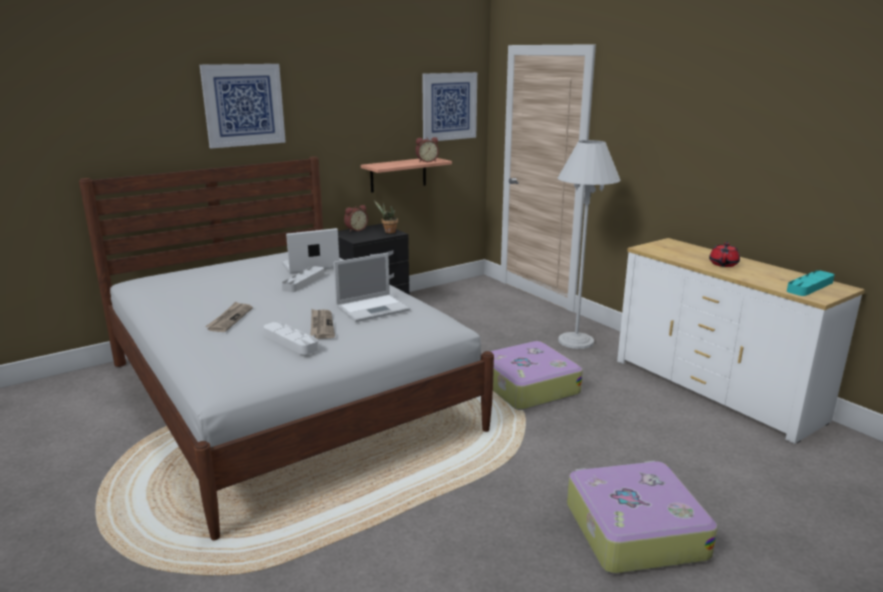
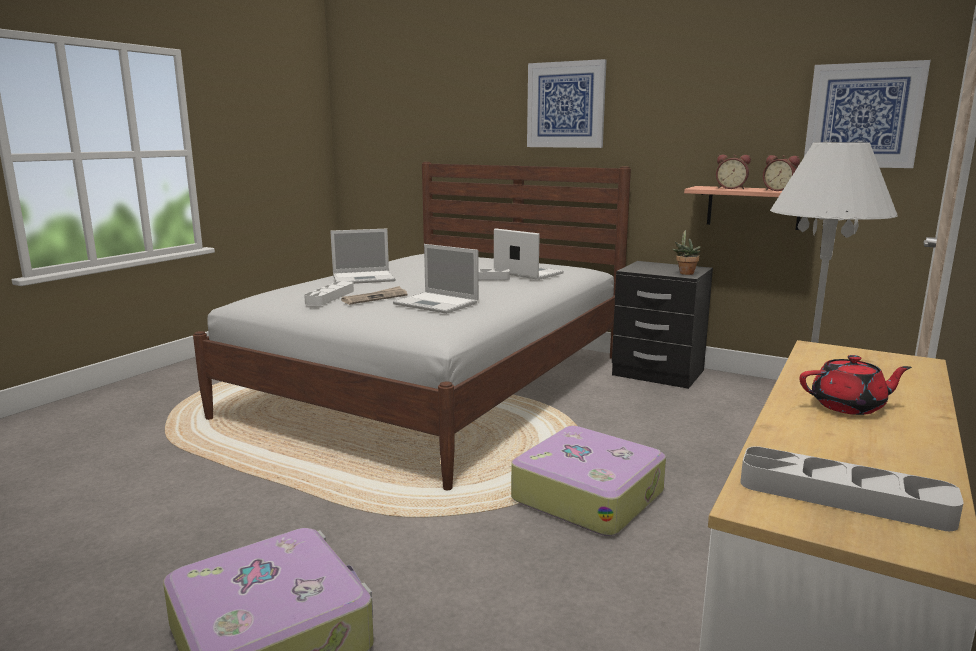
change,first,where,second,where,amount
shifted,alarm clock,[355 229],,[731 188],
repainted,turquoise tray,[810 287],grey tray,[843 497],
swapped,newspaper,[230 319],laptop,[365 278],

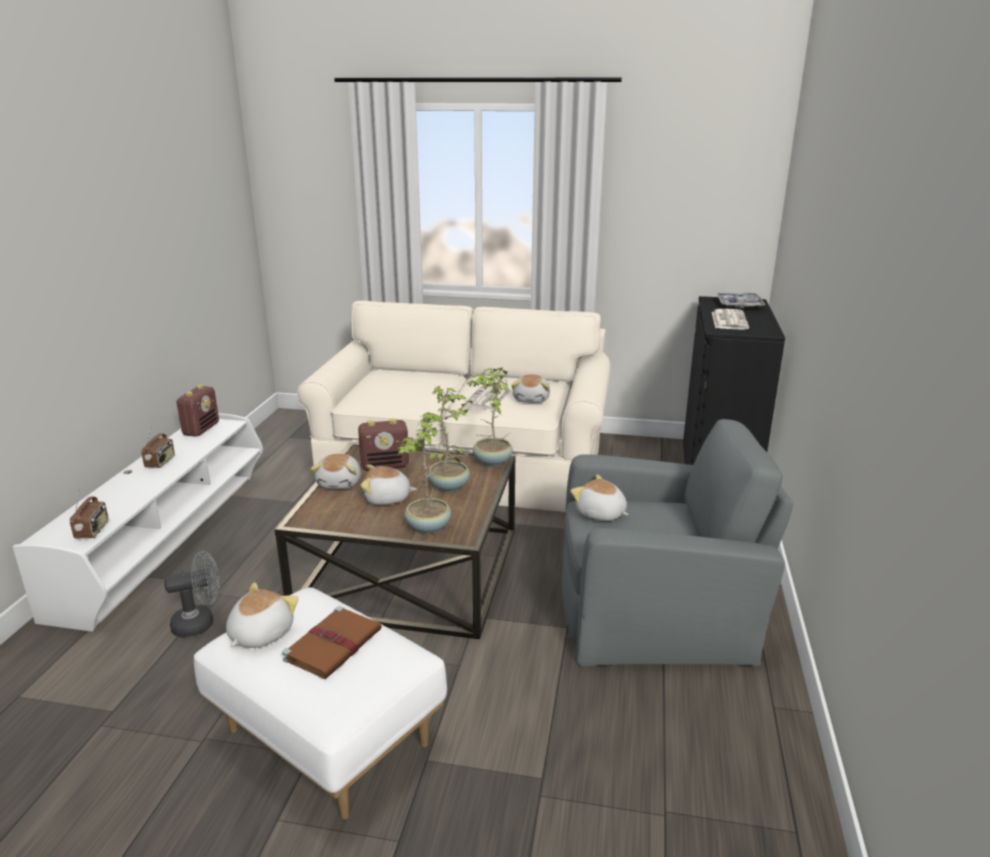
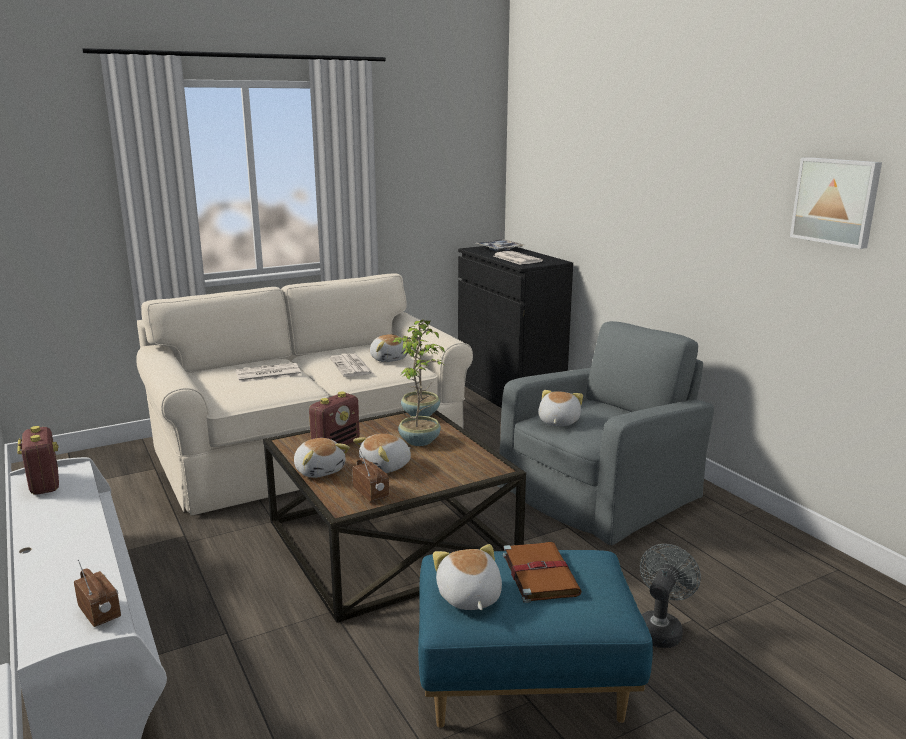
change,first,where,second,where,amount
gone,potted plant,[428 527],,,
shifted,radio,[160 462],,[371 493],
rotated,plush toy,[600 514],,[557 422],105 degrees clockwise
shifted,grey fan,[200 623],,[660 629],
repainted,white ottoman,[325 739],blue ottoman,[523 684],
new,,,picture,[836 201],
new,,,newspaper,[267 374],

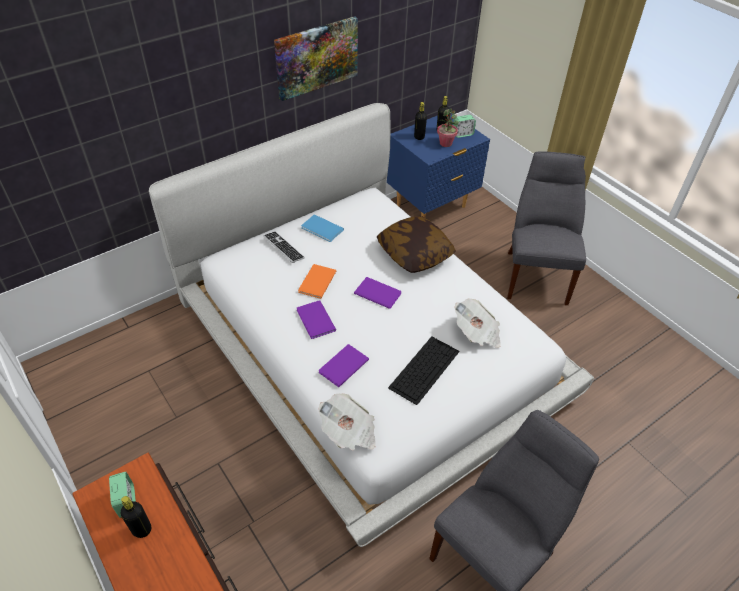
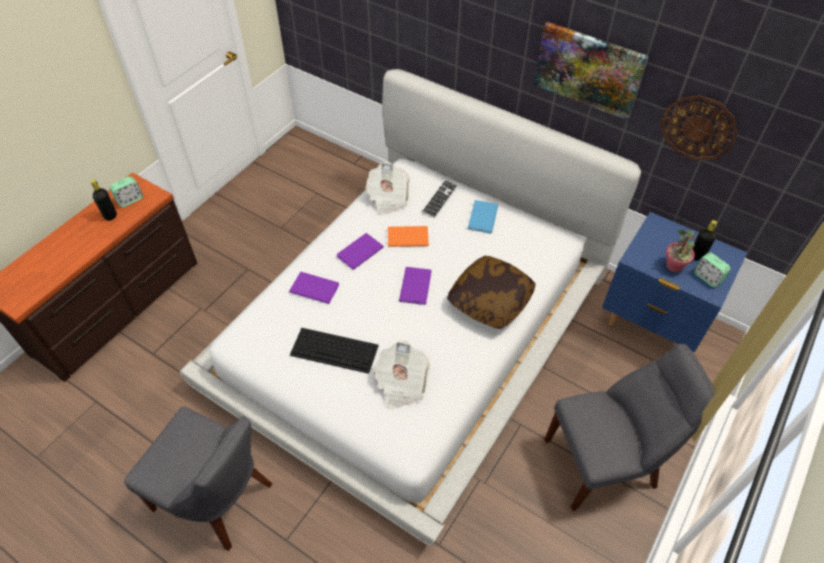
change,first,where,second,where,amount
gone,black bottle,[419 137],,,
shifted,newspaper,[349 432],,[388 198],
new,,,wall clock,[698 128],

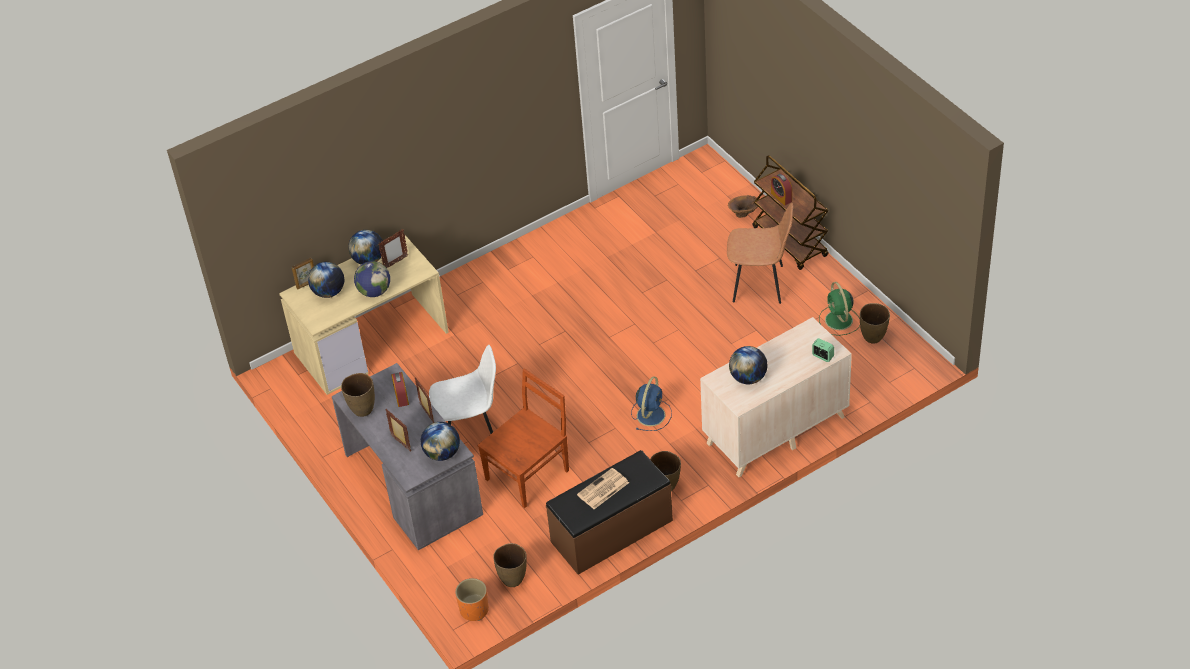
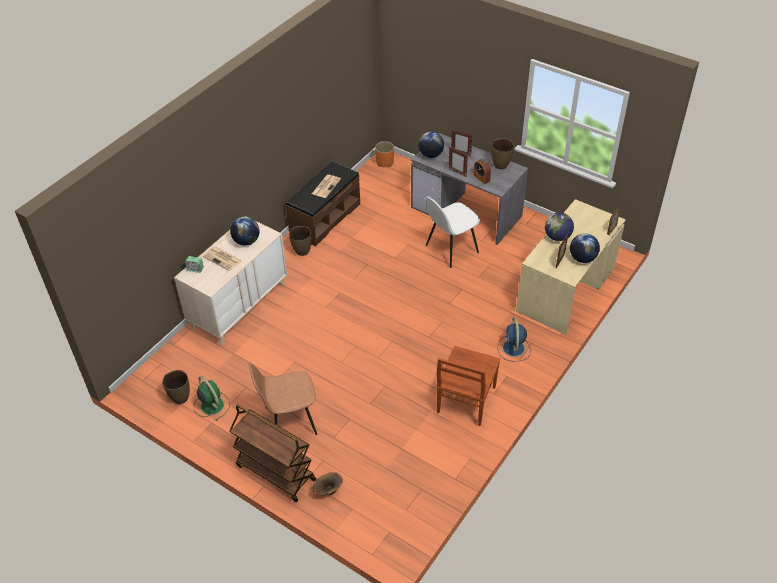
change,first,where,second,where,amount
gone,alarm clock,[781 197],,,
gone,globe,[329 292],,,
shifted,brown chair,[529 474],,[465 401],
shifted,blue fan,[651 414],,[513 349],
gone,brown vase,[513 579],,,
new,,,newspaper,[223 259],

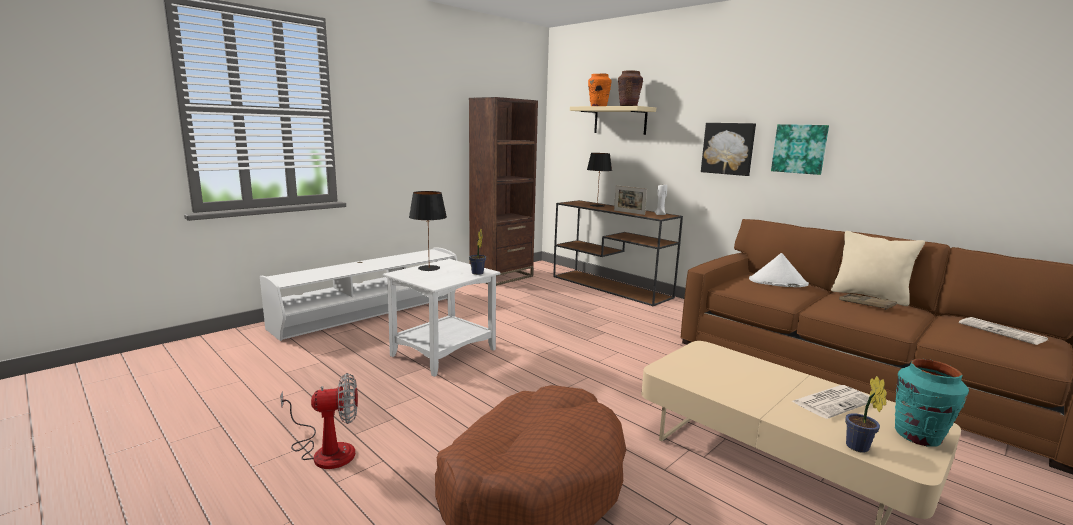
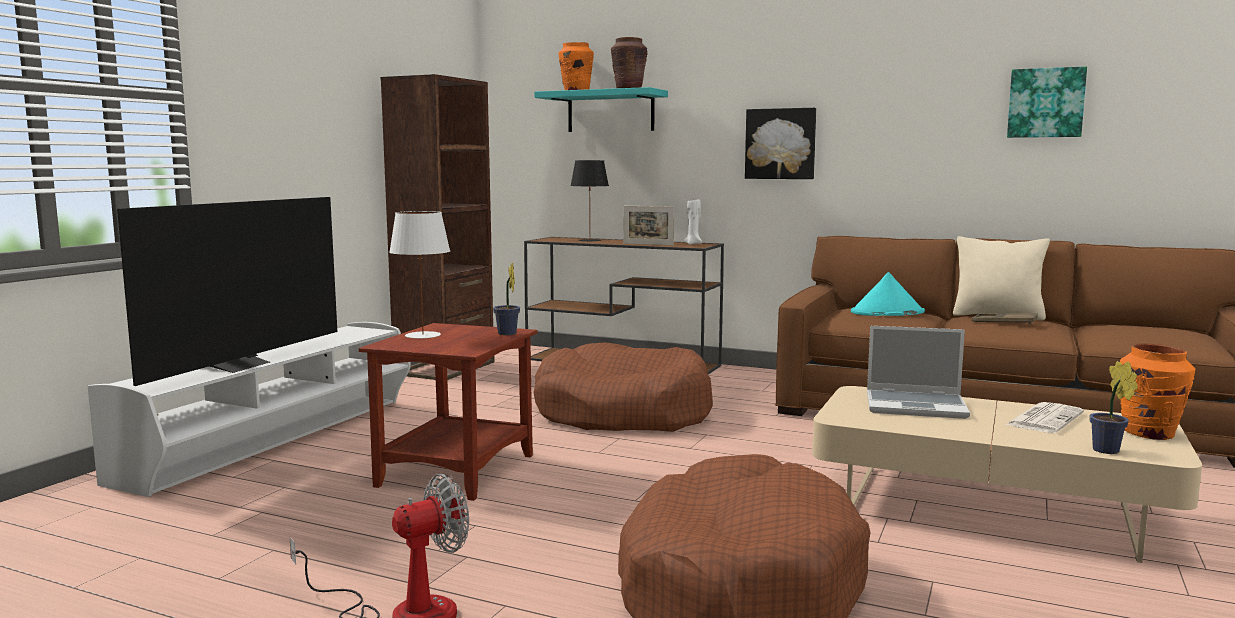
change,first,where,second,where,amount
repainted,beige shelf,[620 120],turquoise shelf,[610 112],
shifted,picture,[799 149],,[1046 103],
repainted,black table lamp,[429 268],white table lamp,[423 335],
repainted,white hat,[777 282],turquoise hat,[887 312],
repainted,white side table,[443 352],brown side table,[454 470],
gone,newspaper,[1003 332],,,
repainted,turquoise vase,[918 436],orange vase,[1149 433],
new,,,television,[239 365],
new,,,laptop,[917 406],
new,,,brown dog bed,[622 413],

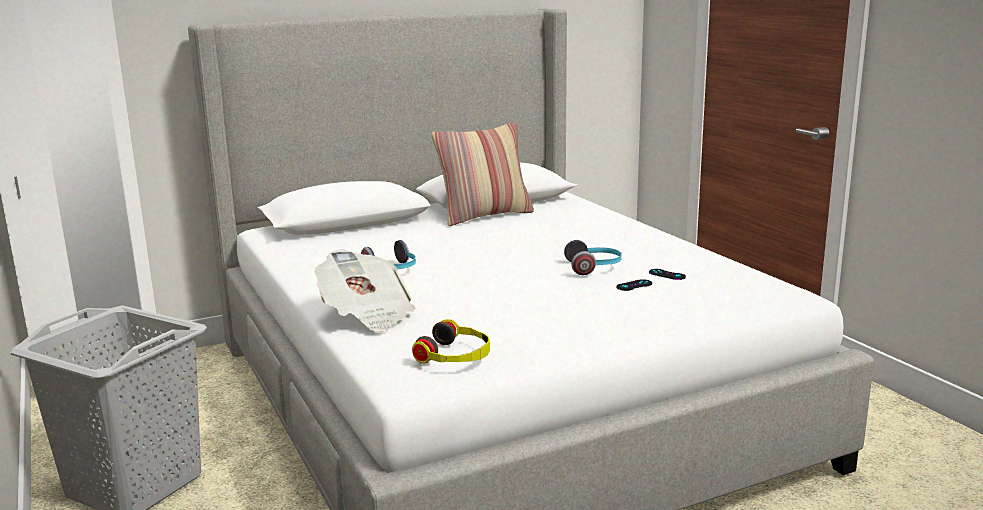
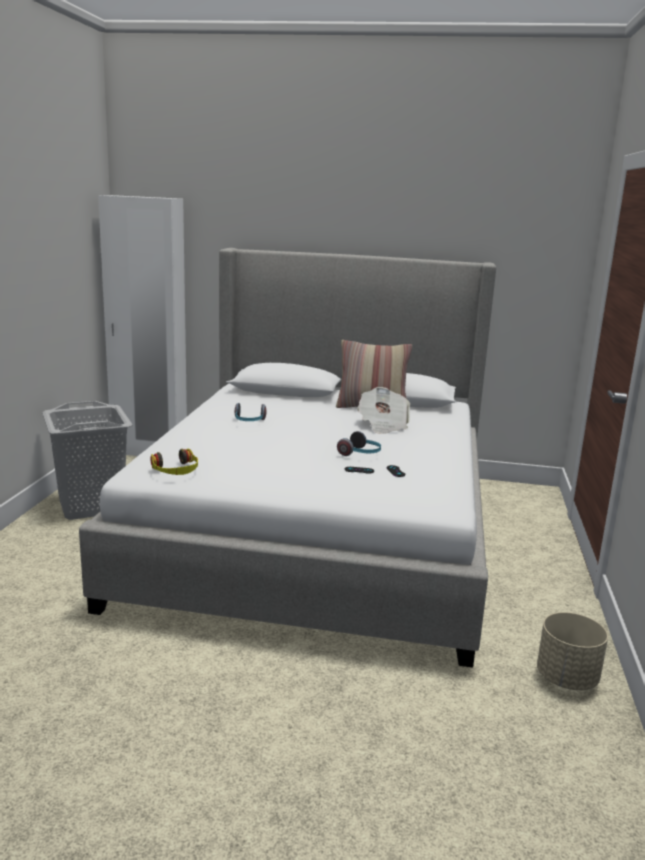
change,first,where,second,where,amount
shifted,newspaper,[366 315],,[383 425],
new,,,beige planter,[567 679],

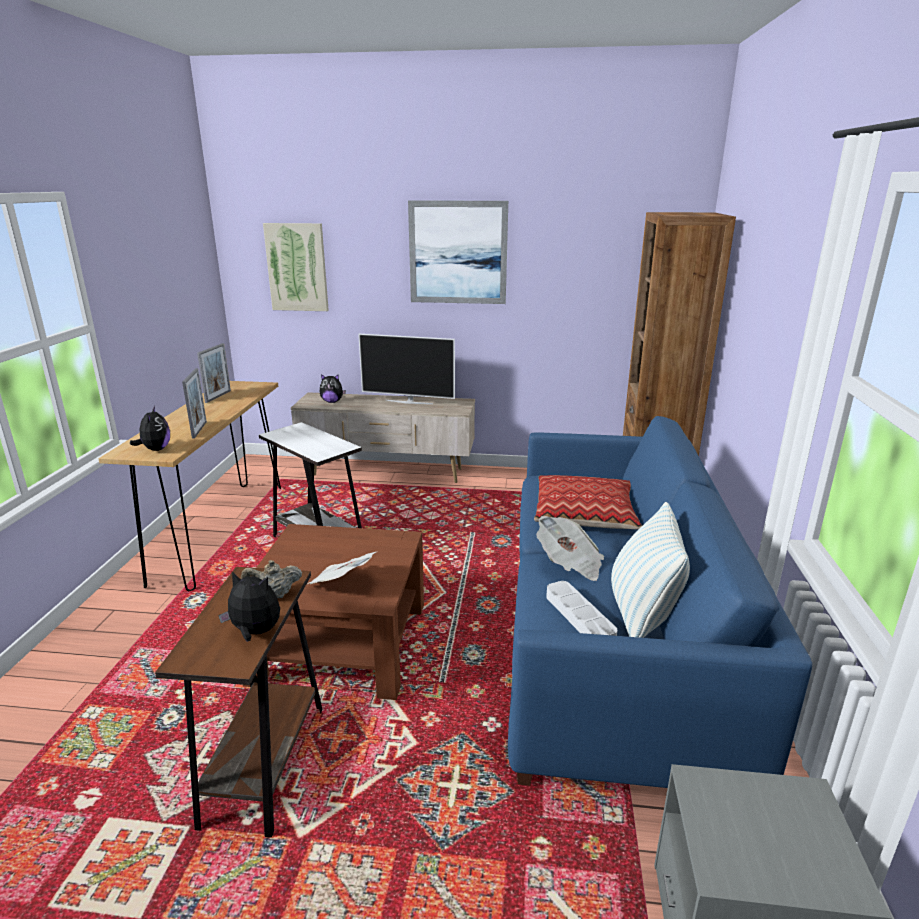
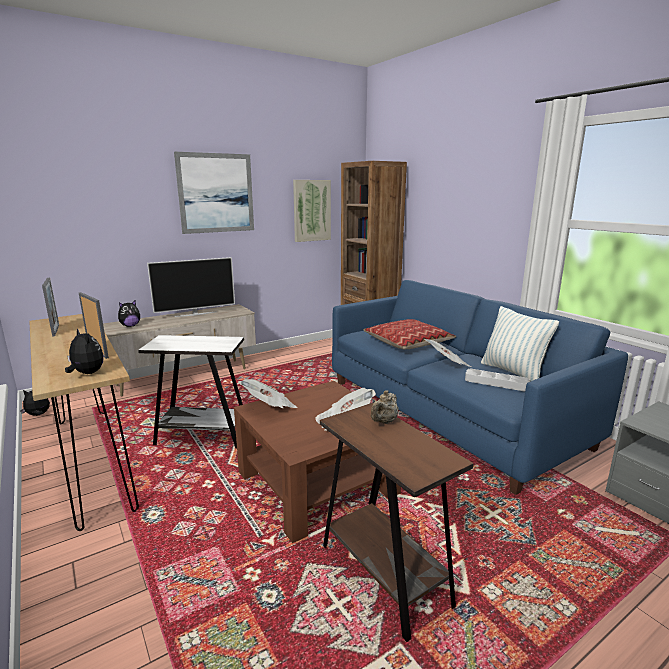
change,first,where,second,where,amount
shifted,picture,[297 267],,[311 210],
shifted,plush toy,[255 632],,[38 415],
new,,,newspaper,[269 407],

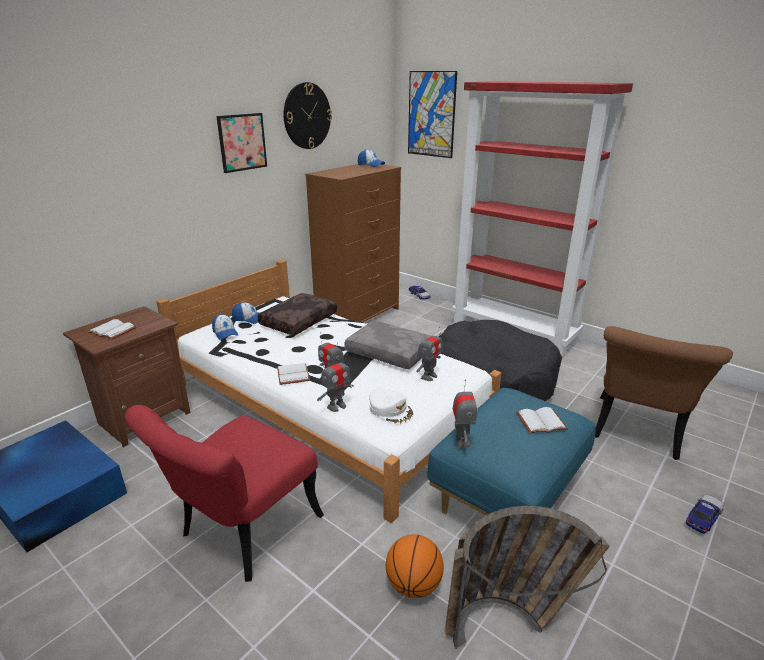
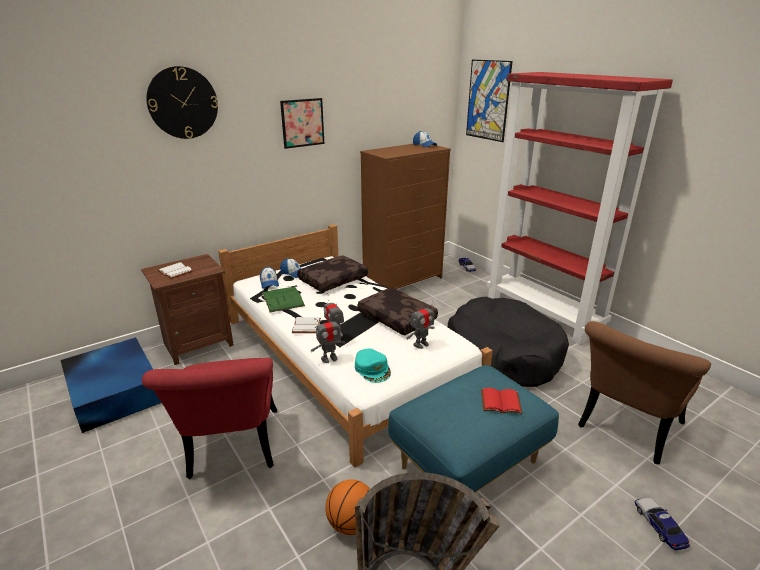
change,first,where,second,where,amount
shifted,wall clock,[307 116],,[183 103],
repainted,grey pillow,[391 352],brown pillow,[398 318],
gone,toy robot,[462 441],,,
repainted,white cap,[390 410],turquoise cap,[372 369],
rotated,red chair,[241 534],,[233 451],60 degrees counterclockwise
repainted,white book,[541 421],red book,[501 401],
rotated,toy car,[703 517],,[659 525],75 degrees counterclockwise
new,,,green book,[283 299],

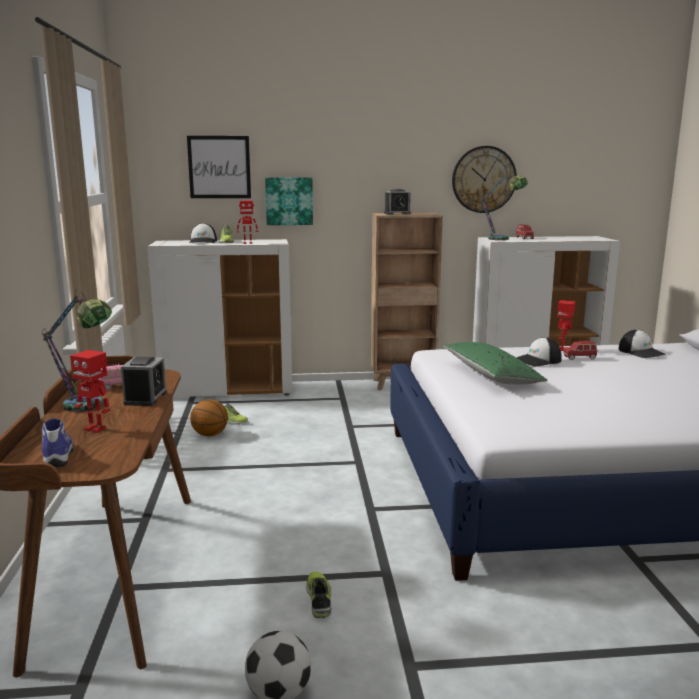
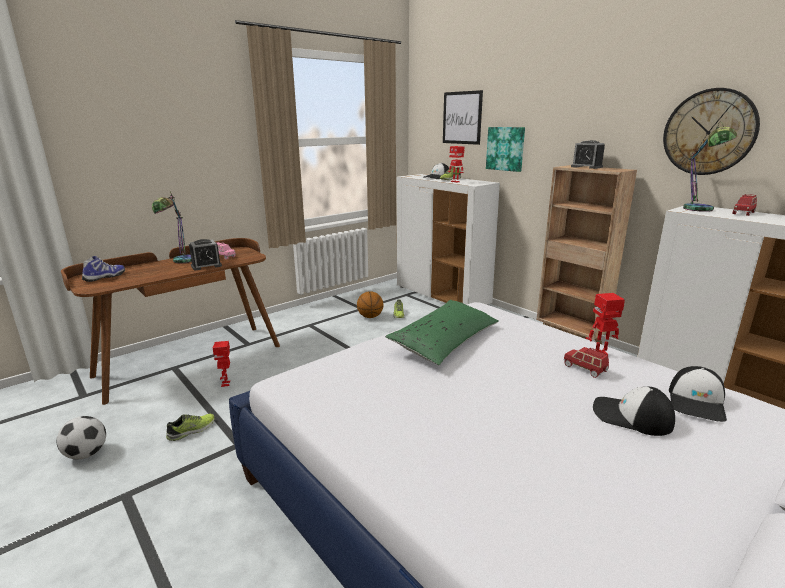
change,first,where,second,where,amount
shifted,cap,[538 360],,[631 416],
shifted,toy robot,[95 429],,[226 384],

